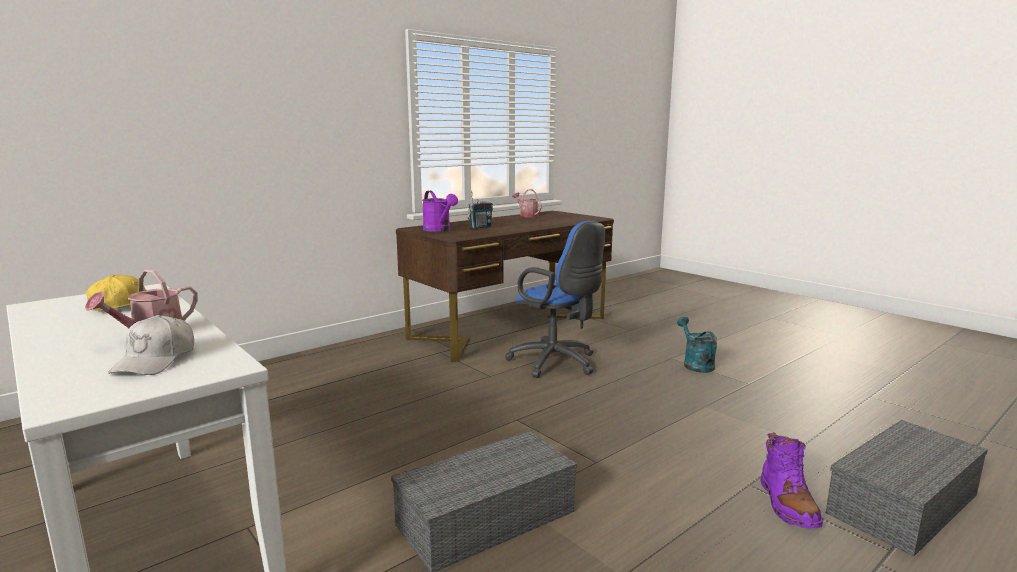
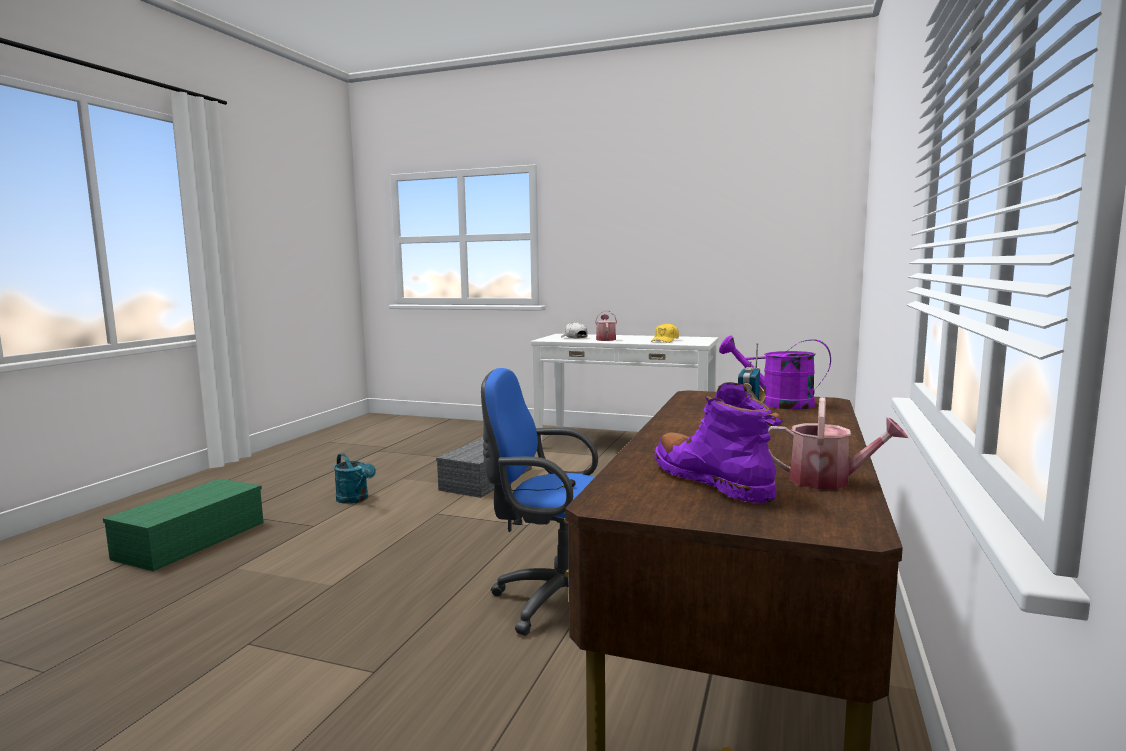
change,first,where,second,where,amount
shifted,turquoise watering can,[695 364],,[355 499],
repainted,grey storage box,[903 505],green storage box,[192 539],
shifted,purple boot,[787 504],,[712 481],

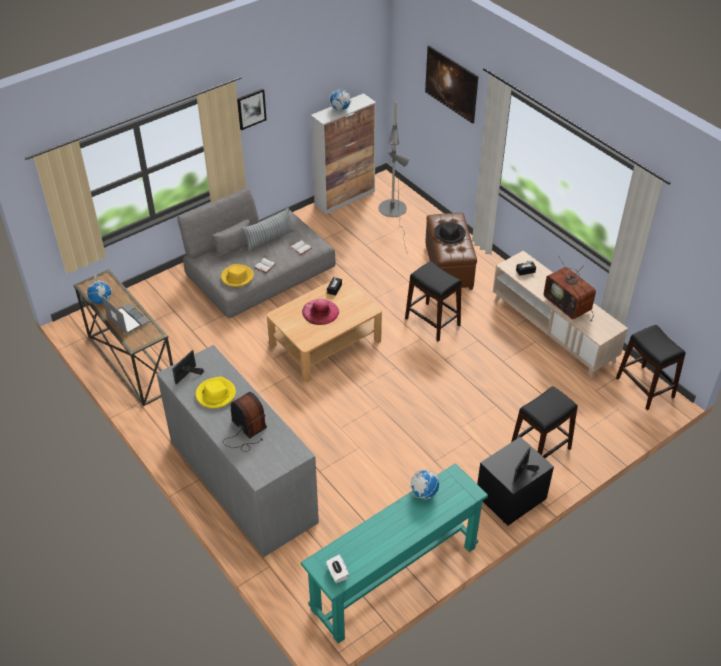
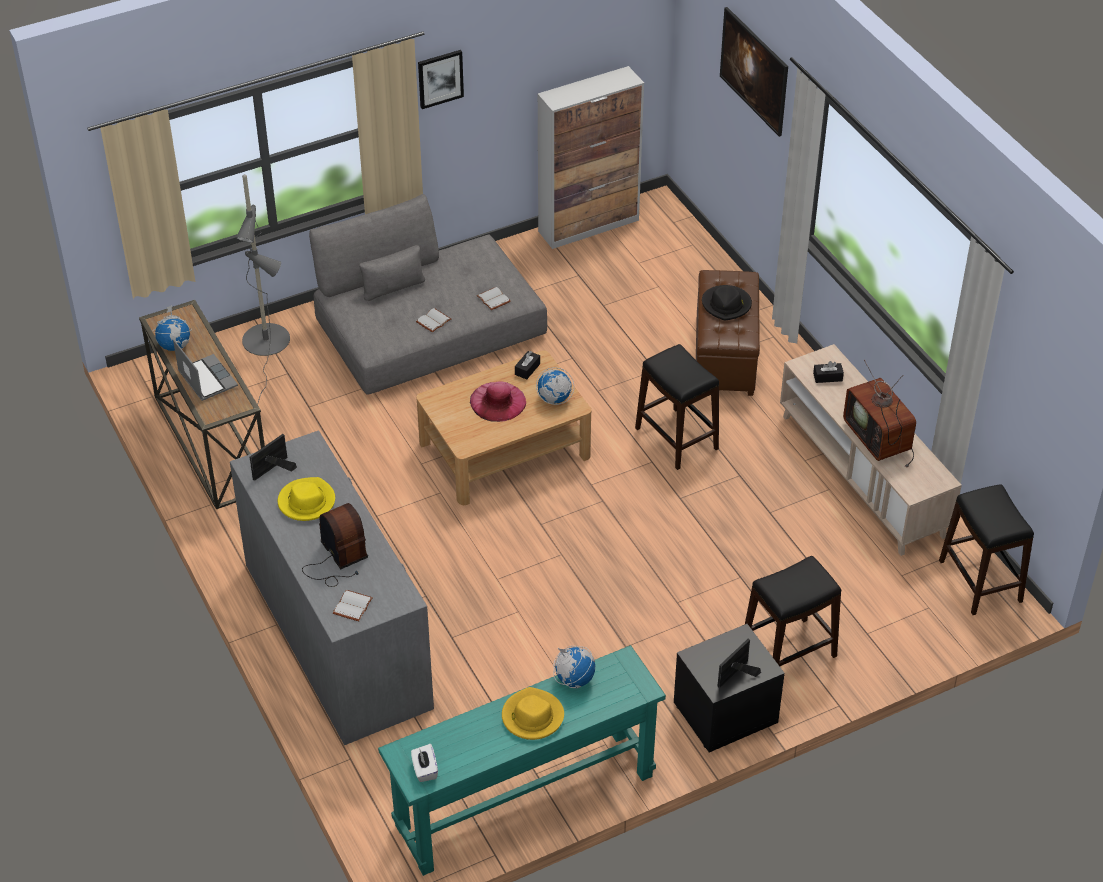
change,first,where,second,where,amount
shifted,globe,[340 109],,[554 399],
shifted,grey floor lamp,[394 212],,[265 347],
gone,pillow,[269 239],,,
shifted,yellow hat,[237 277],,[532 716],
new,,,white book,[352 605],

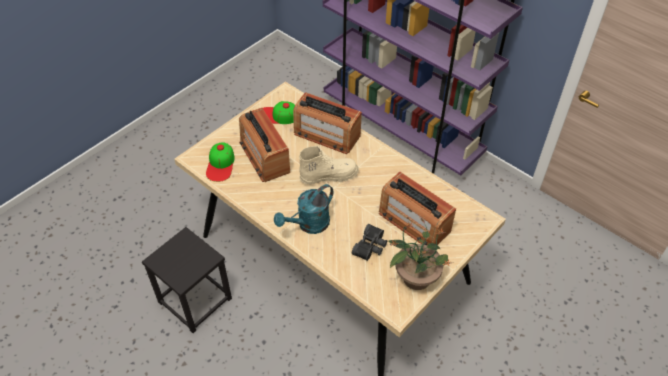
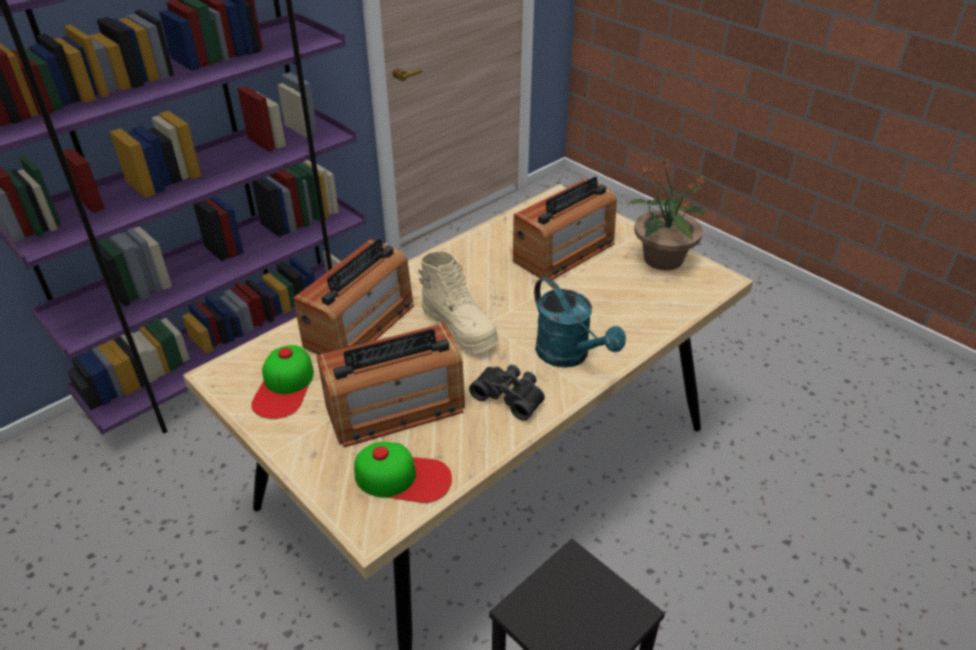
change,first,where,second,where,amount
rotated,beige boot,[328 175],,[460 328],150 degrees clockwise
shifted,black binoculars,[371 247],,[510 396],

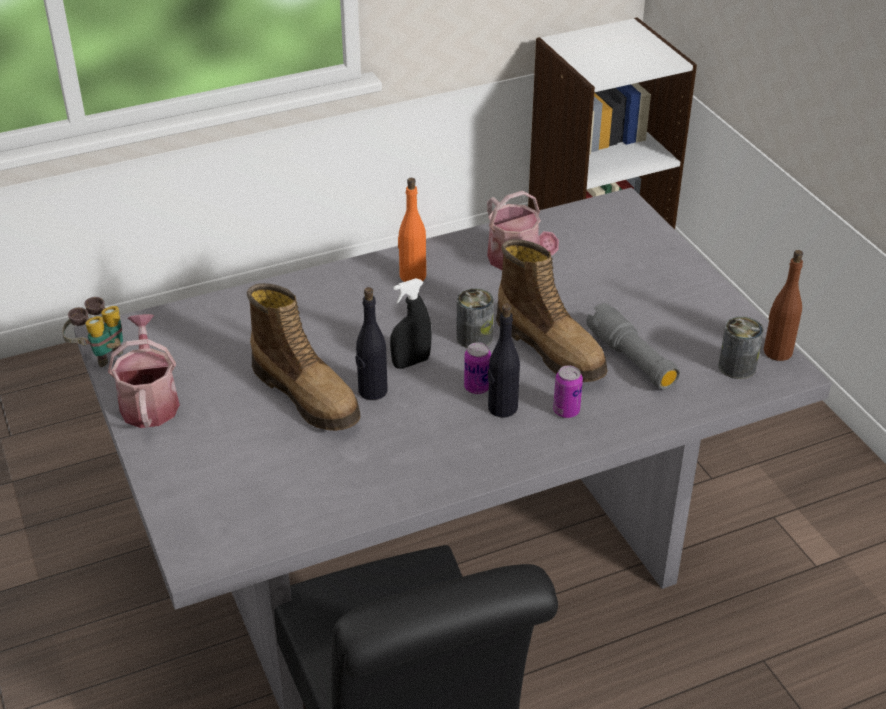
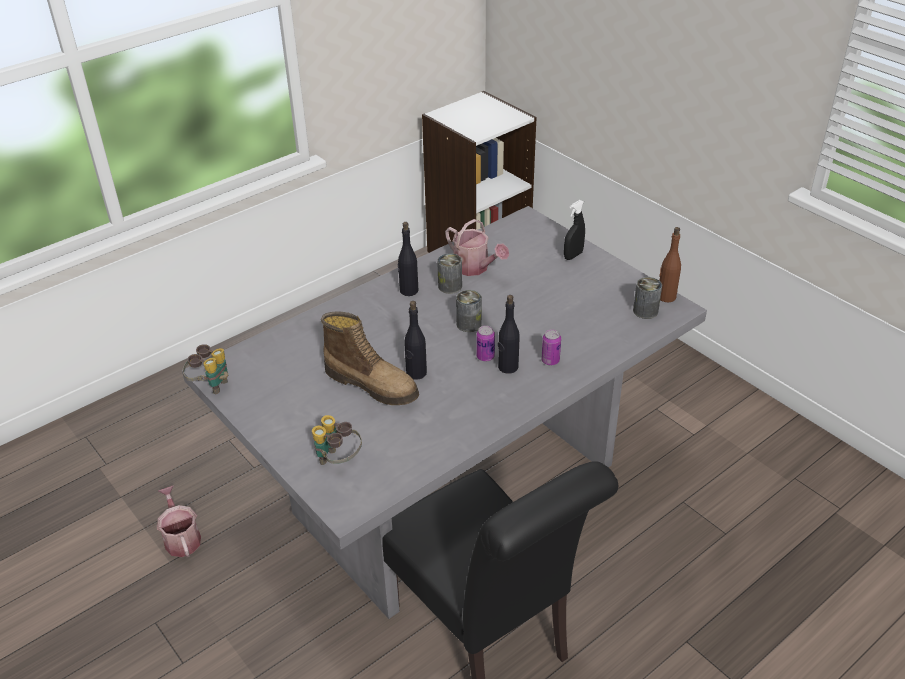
change,first,where,second,where,amount
repainted,orange bottle,[412 276],black bottle,[408 291],
gone,boot,[552 348],,,
shifted,black spray bottle,[411 362],,[573 255],
gone,grey flashlight,[631 359],,,
shifted,watering can,[149 401],,[181 538],
new,,,can,[450 286],
new,,,binoculars,[338 461],

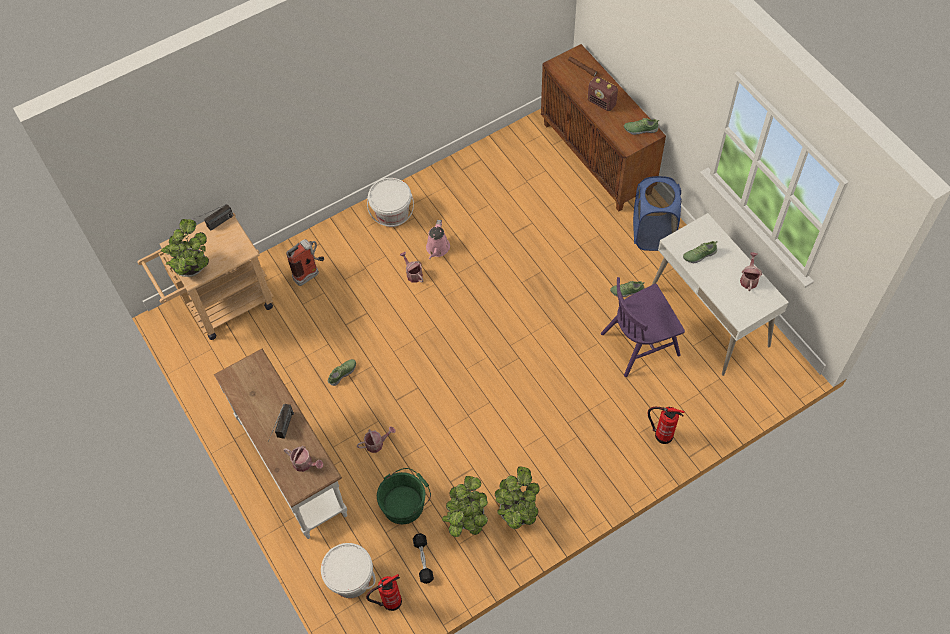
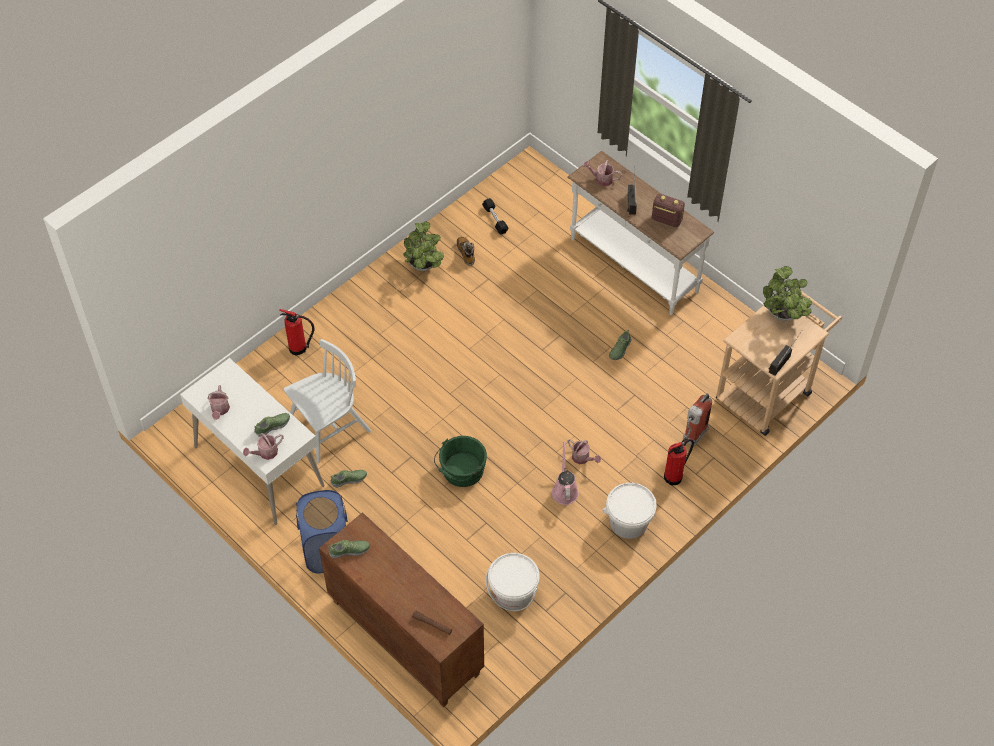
change,first,where,second,where,amount
shifted,radio,[602 103],,[666 220],
repainted,purple chair,[640 343],white chair,[328 428],
shifted,watering can,[377 443],,[265 453],
shifted,green bucket,[405 503],,[461 471],
swapped,potted plant,[466 519],boot,[466 253],
shifted,white bucket,[351 579],,[513 593],
shifted,fire extinguisher,[390 601],,[674 476],

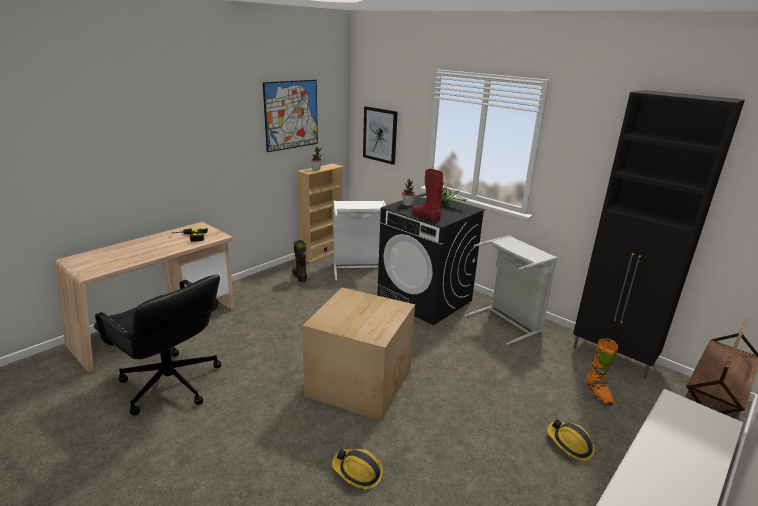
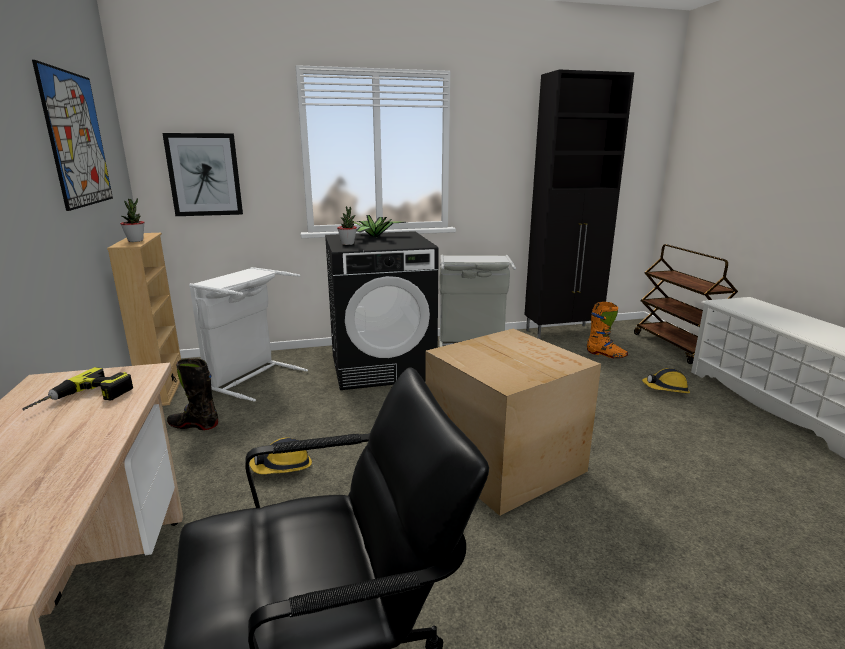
change,first,where,second,where,amount
gone,red boot,[426 216],,,
shifted,hard hat,[357 472],,[283 466],

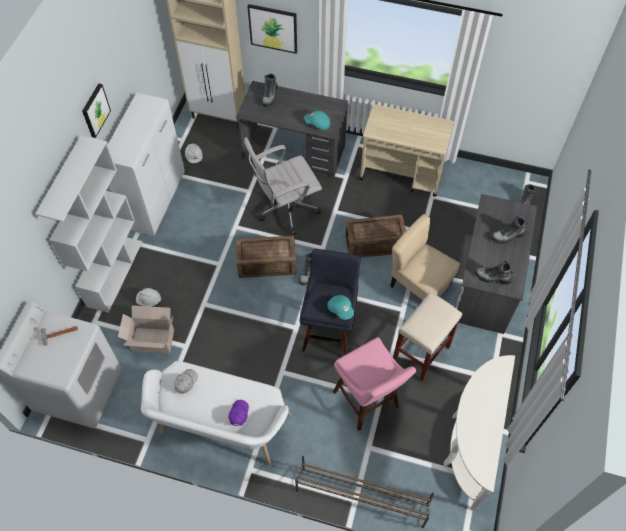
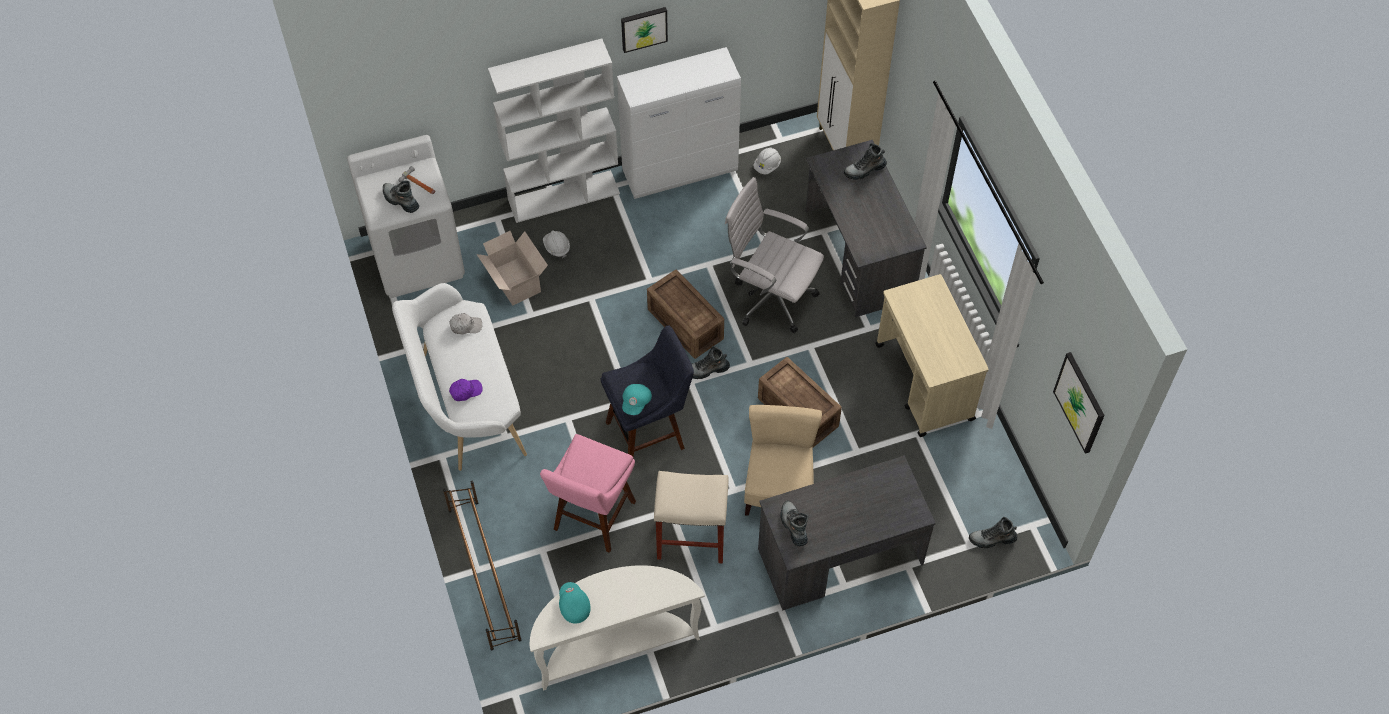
change,first,where,second,where,amount
shifted,picture,[273 28],,[1080 402],
shifted,turquoise cap,[317 124],,[573 606],
shifted,boot,[508 236],,[400 200],

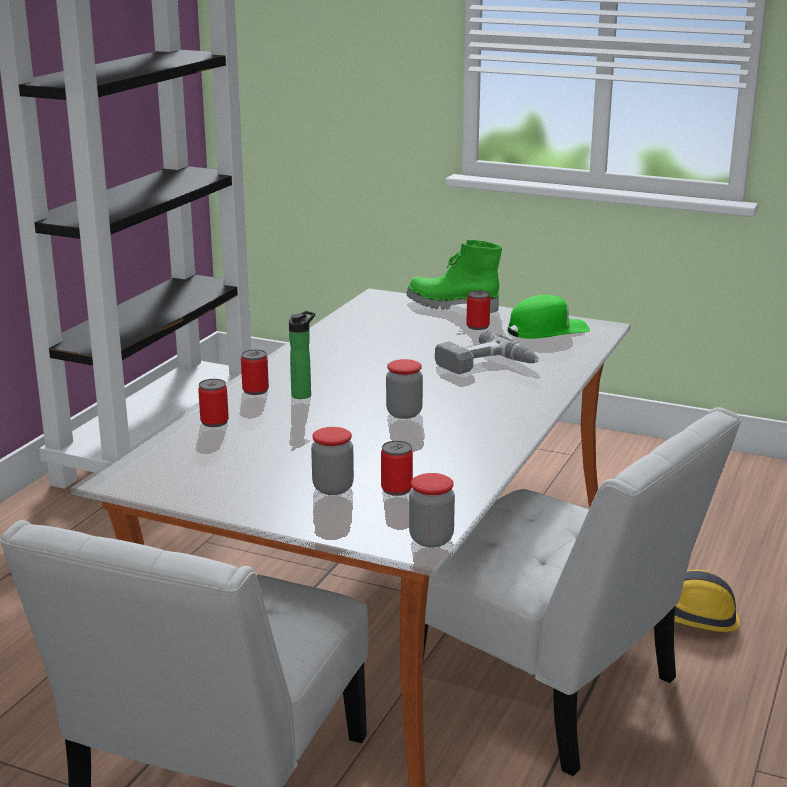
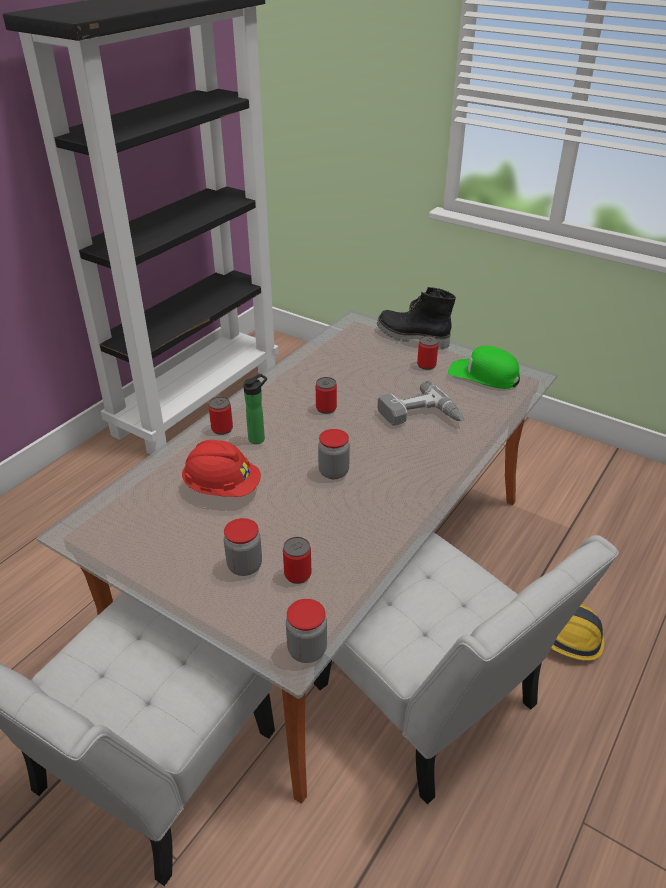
change,first,where,second,where,amount
repainted,green boot,[451 306],black boot,[411 337],
rotated,green cap,[547 330],,[483 375],135 degrees counterclockwise
shifted,can,[214 422],,[326 408],
new,,,red hard hat,[222 488],

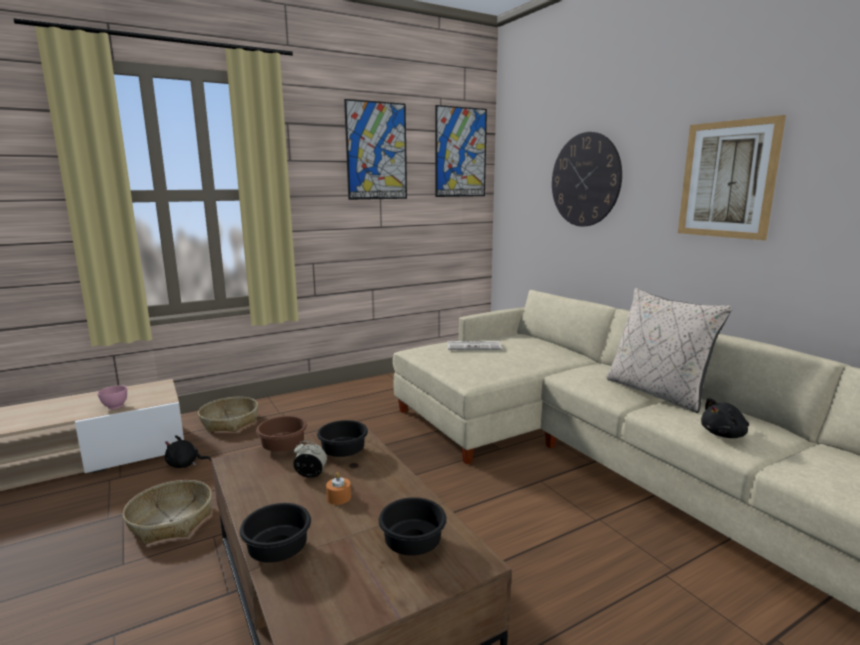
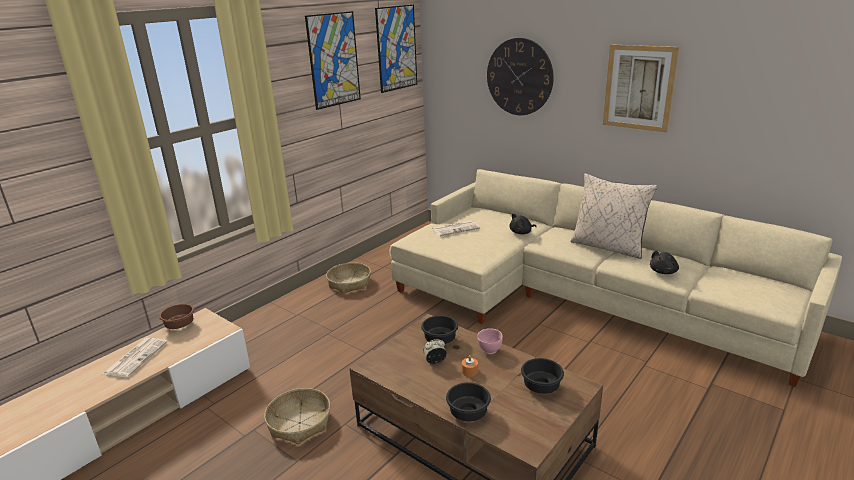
change,first,where,second,where,amount
shifted,pink bowl,[115 407],,[489 350],
shifted,basket,[230 422],,[349 283],
shifted,brown bowl,[284 447],,[180 325],
shifted,black plush toy,[185 464],,[521 232],
new,,,newspaper,[136 357],

